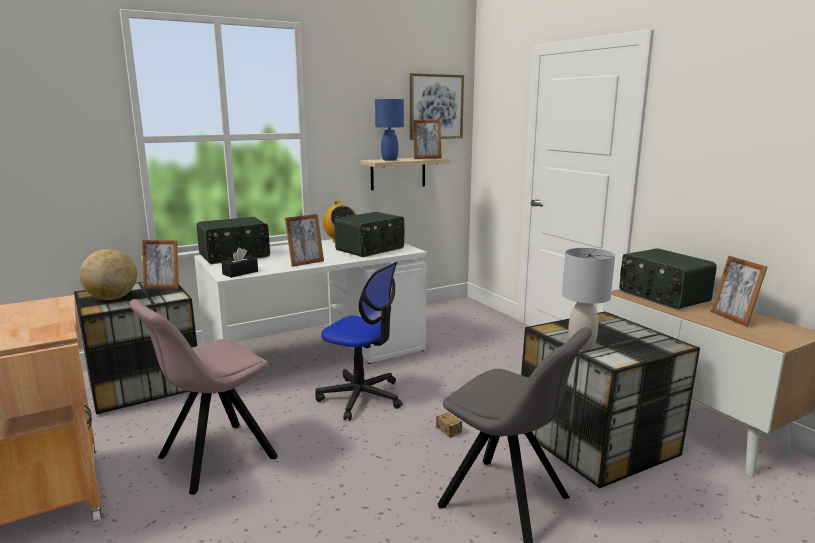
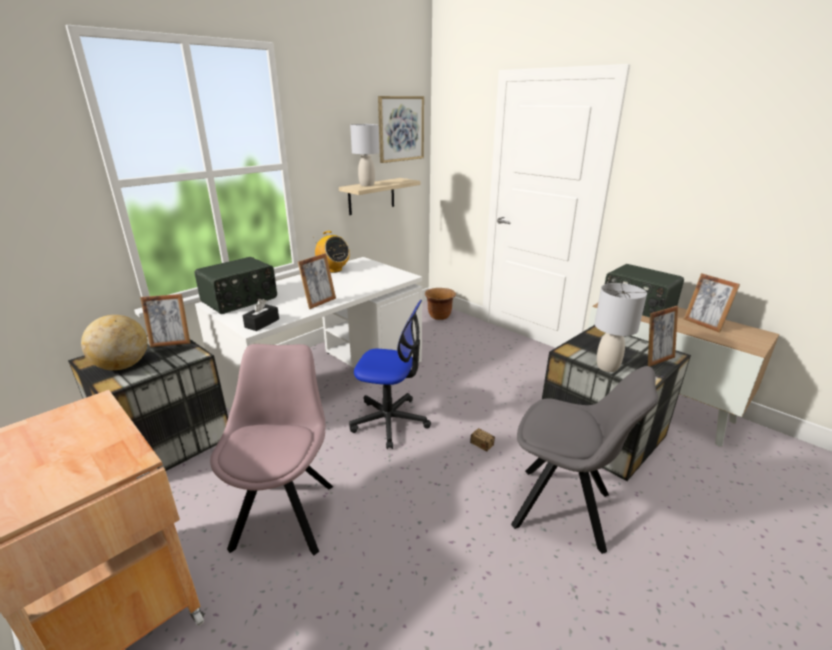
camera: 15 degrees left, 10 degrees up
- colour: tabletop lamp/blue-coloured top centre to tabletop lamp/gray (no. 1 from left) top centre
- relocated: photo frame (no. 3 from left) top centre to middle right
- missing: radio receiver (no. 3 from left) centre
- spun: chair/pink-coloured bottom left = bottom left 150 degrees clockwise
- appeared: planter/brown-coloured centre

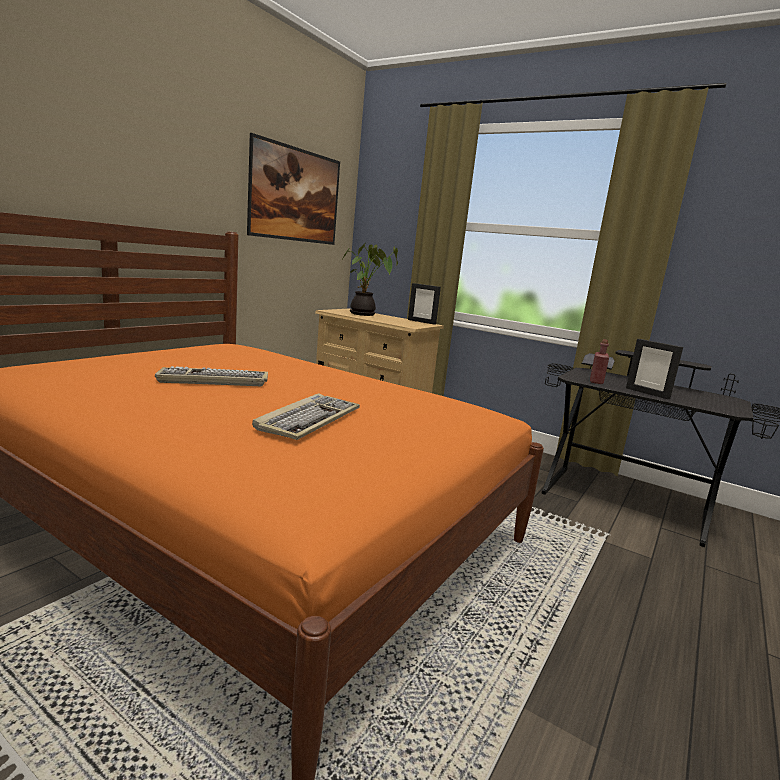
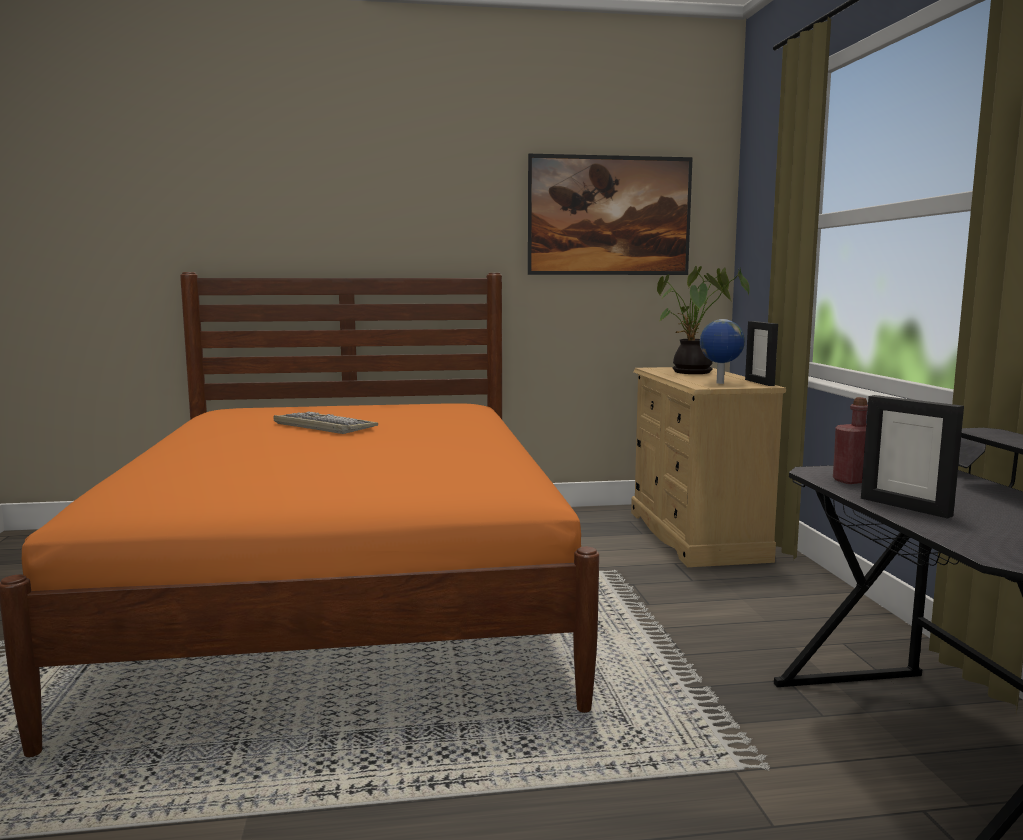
camera: 50 degrees right, 5 degrees down
- spun: photo frame (no. 2 from left) middle right = middle right 45 degrees counterclockwise
- missing: keyboard (no. 2 from left) centre
- appeared: desk globe middle right

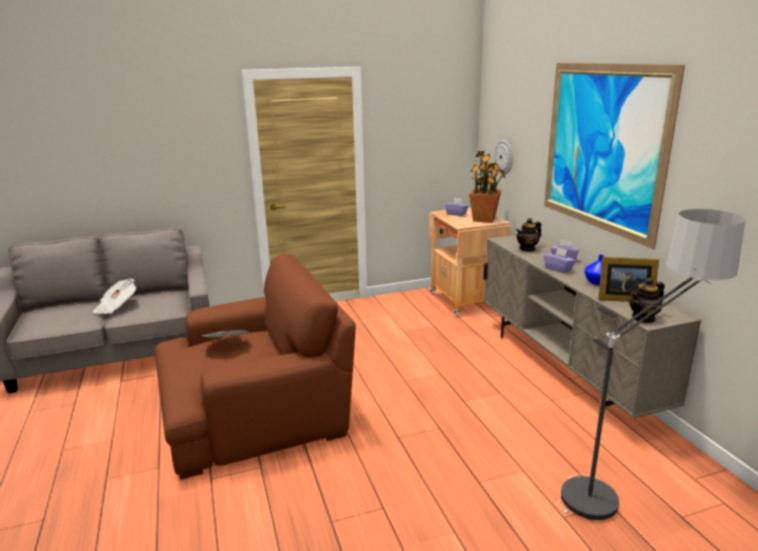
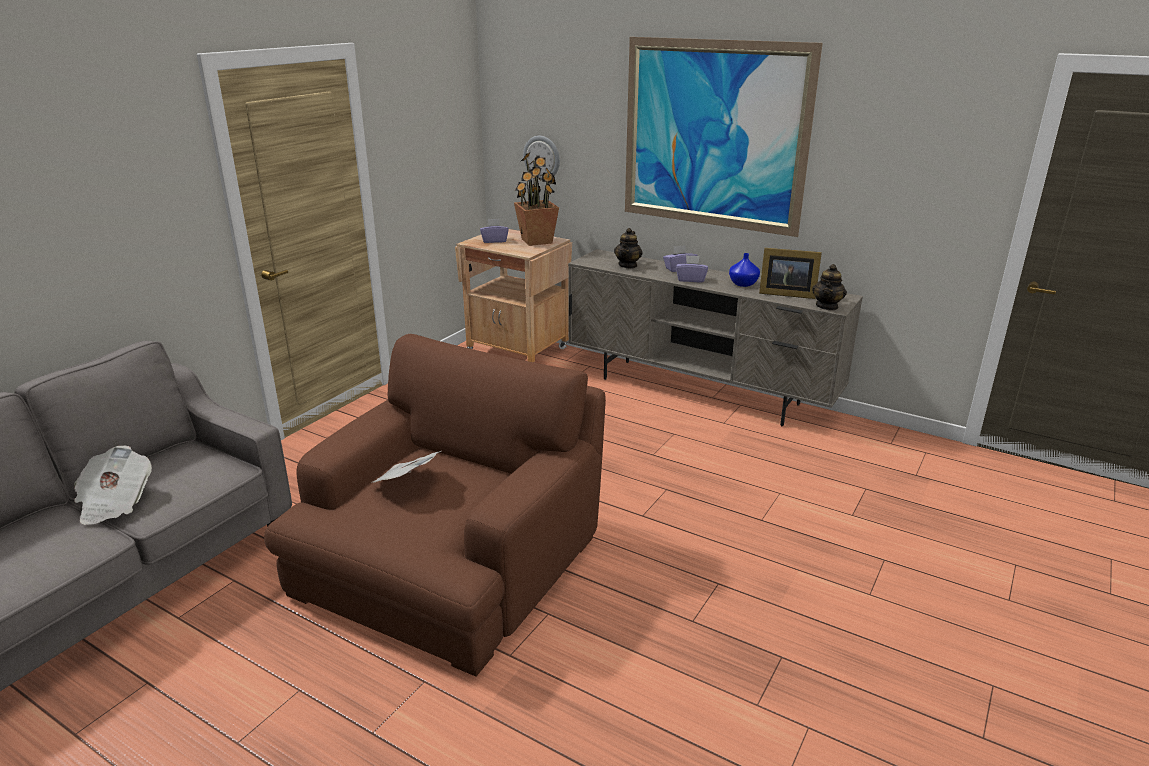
camera: 40 degrees left, 5 degrees up
- missing: standard lamp middle right
- spun: photo frame middle right = middle right 45 degrees clockwise

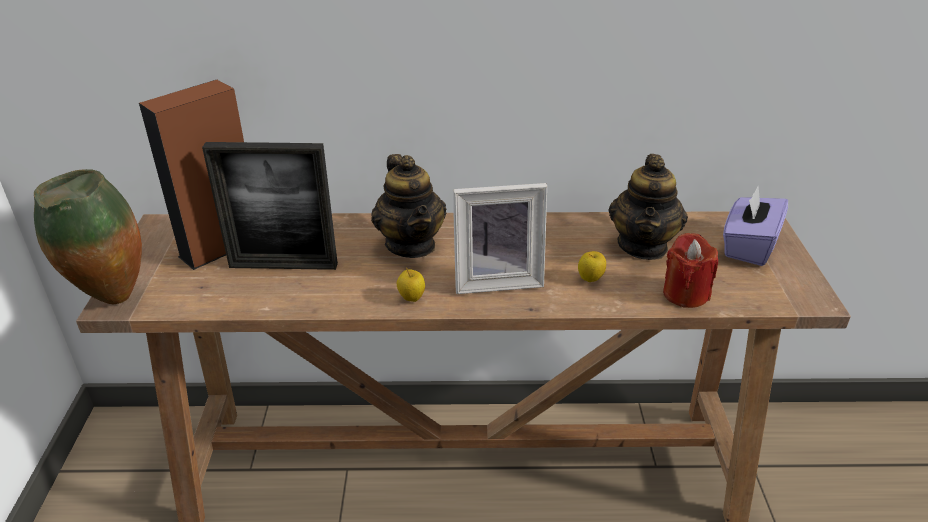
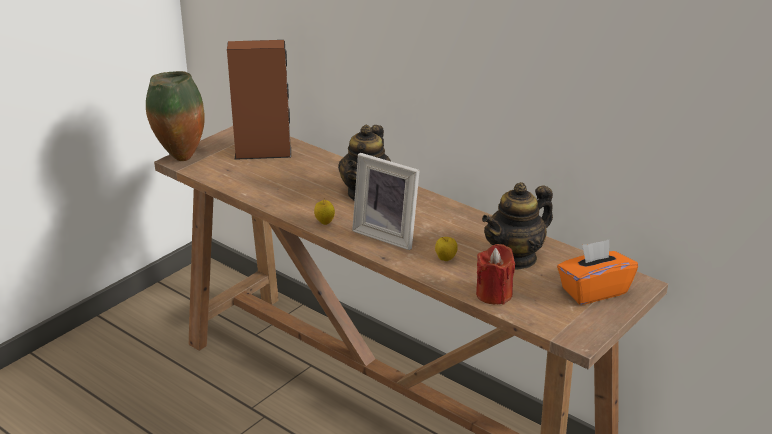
camera: 40 degrees right, 5 degrees down
- missing: photo frame (no. 1 from left) middle left
- colour: tissue box/purple middle right to tissue box/orange middle right

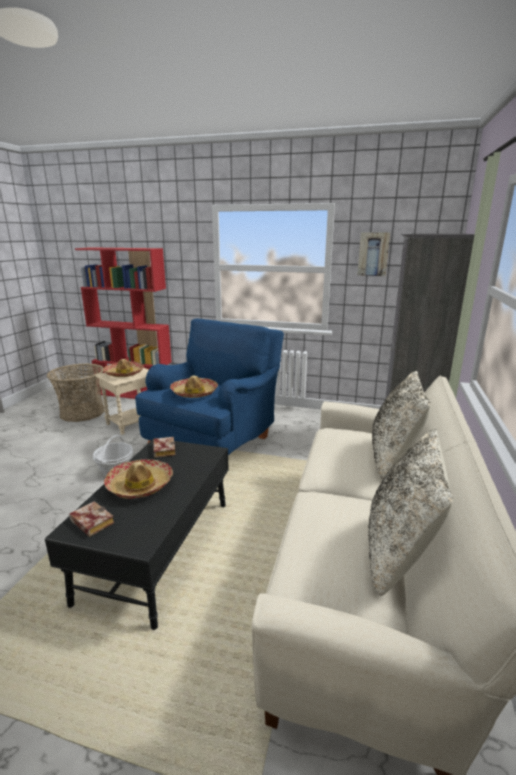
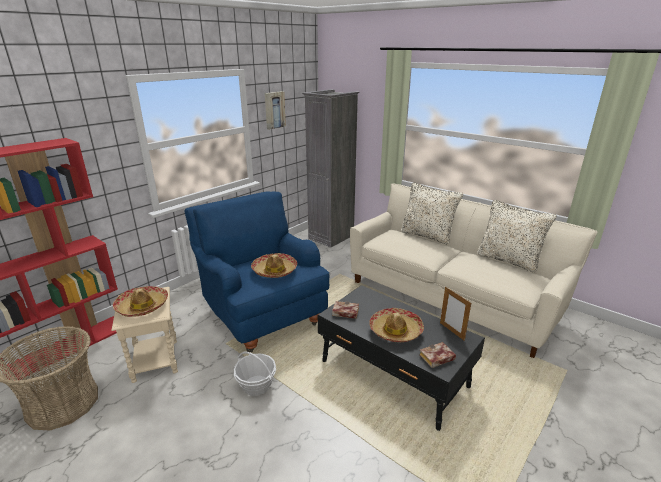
camera: 65 degrees left, 5 degrees up
- appeared: photo frame middle right

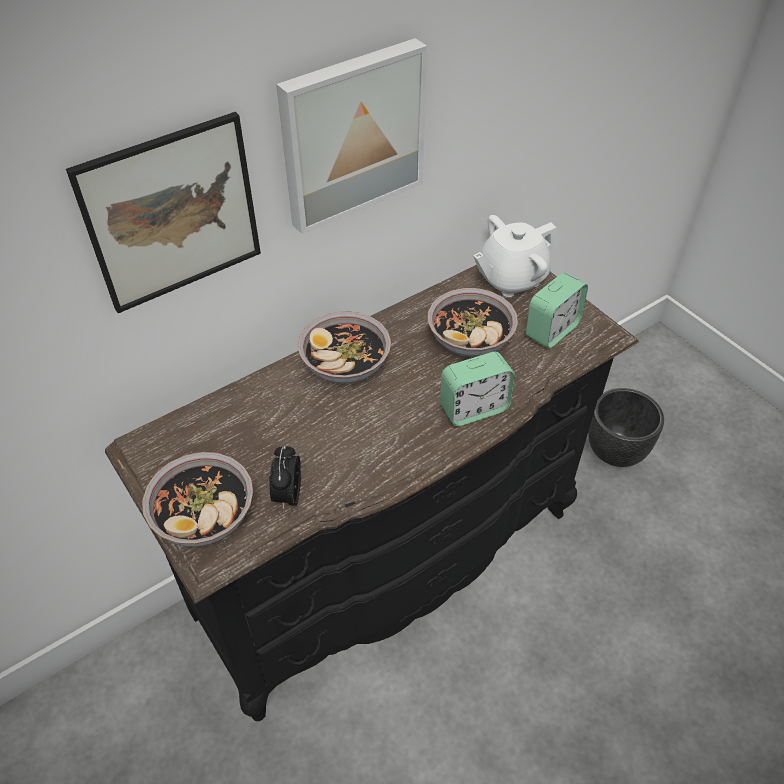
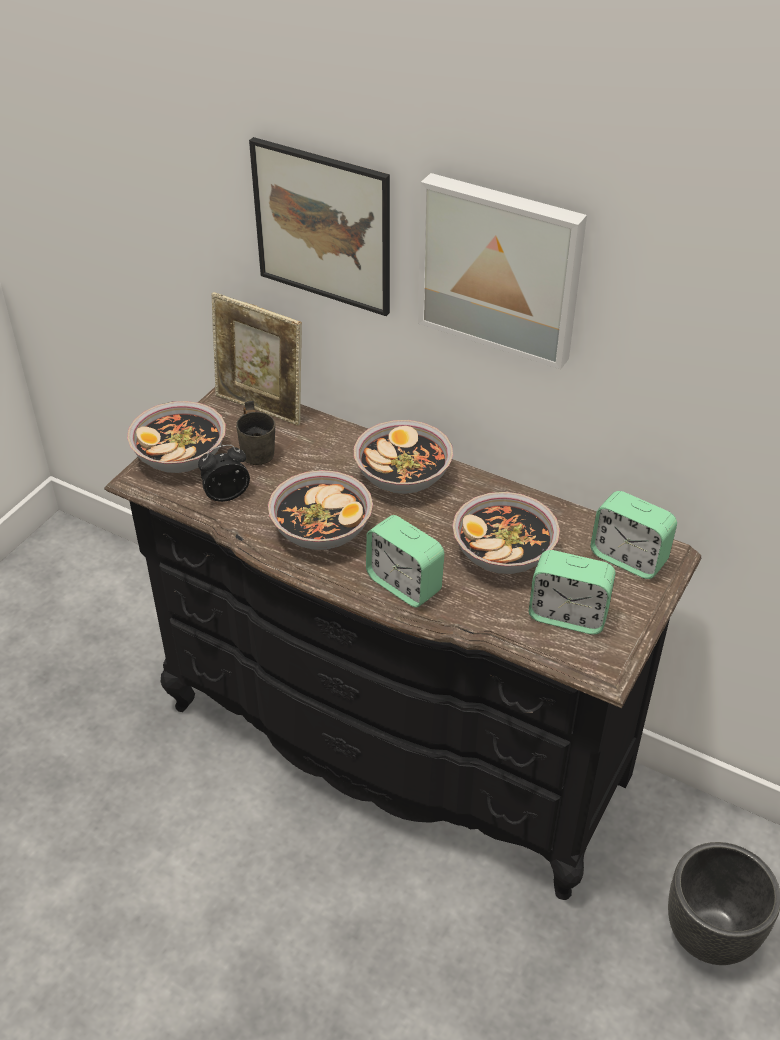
camera: 65 degrees right, 5 degrees down
- exchanged: tea pot/white top centre to table clock (no. 4 from left) middle right
- appeared: photo frame middle left
- appeared: mug/gray middle left
- appeared: bowl (no. 2 from left) centre

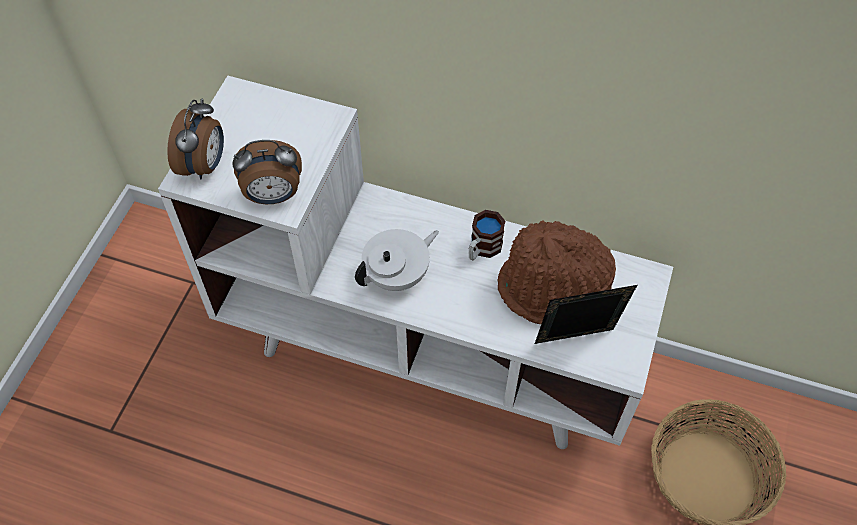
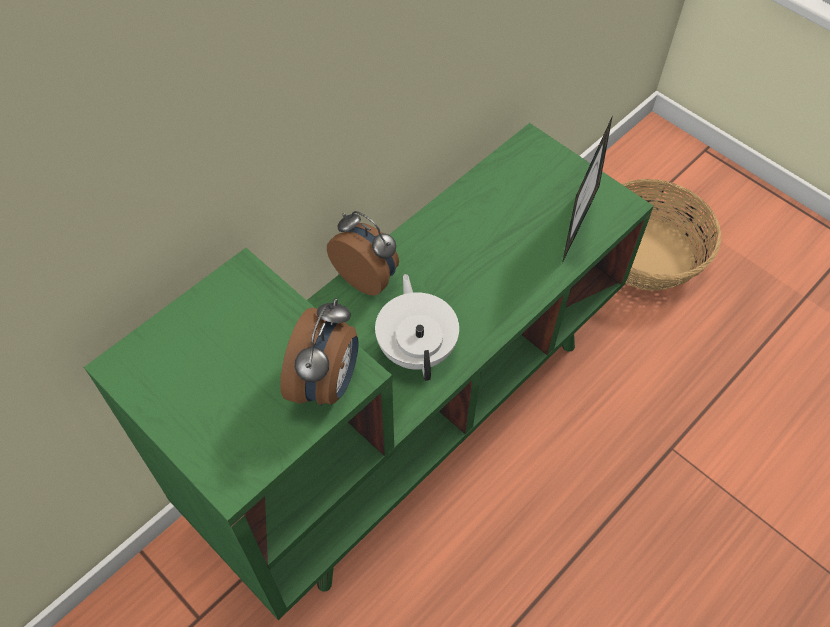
camera: 65 degrees left, 0 degrees up
- colour: tv stand/white centre to tv stand/green centre
- relocated: table clock (no. 1 from left in the first image) top left to table clock (no. 2 from left) centre
- missing: mug centre
- missing: clothing hat/brown-coloured centre

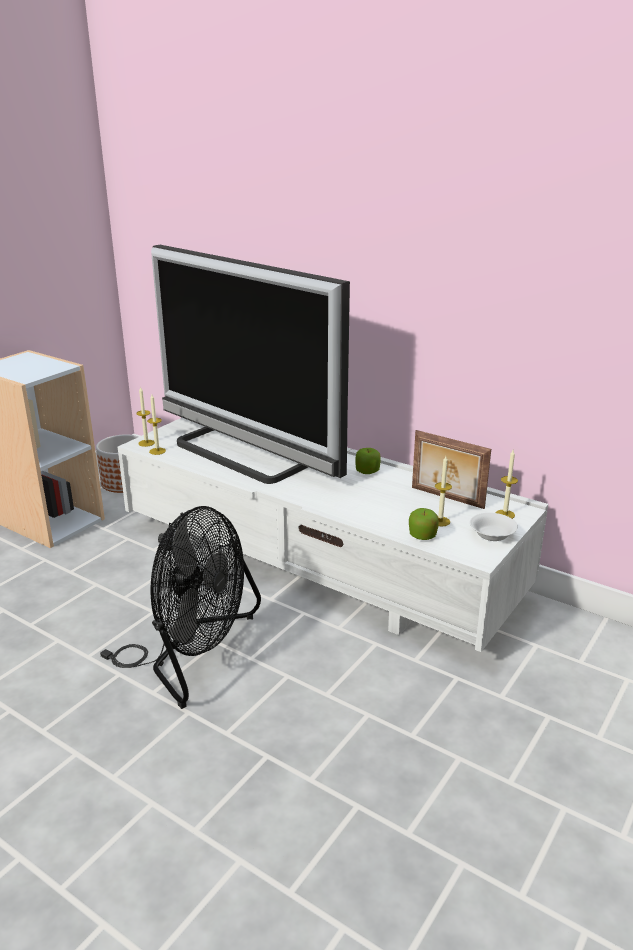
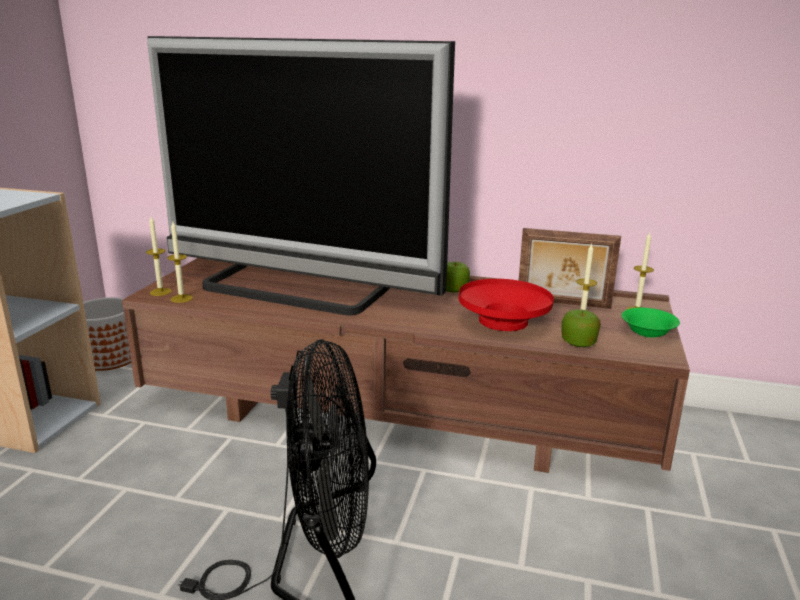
camera: 20 degrees left, 5 degrees down
- colour: tv stand/white centre to tv stand/brown-coloured centre
- colour: bowl/white middle right to bowl/green middle right
- appeared: bowl/reddish centre

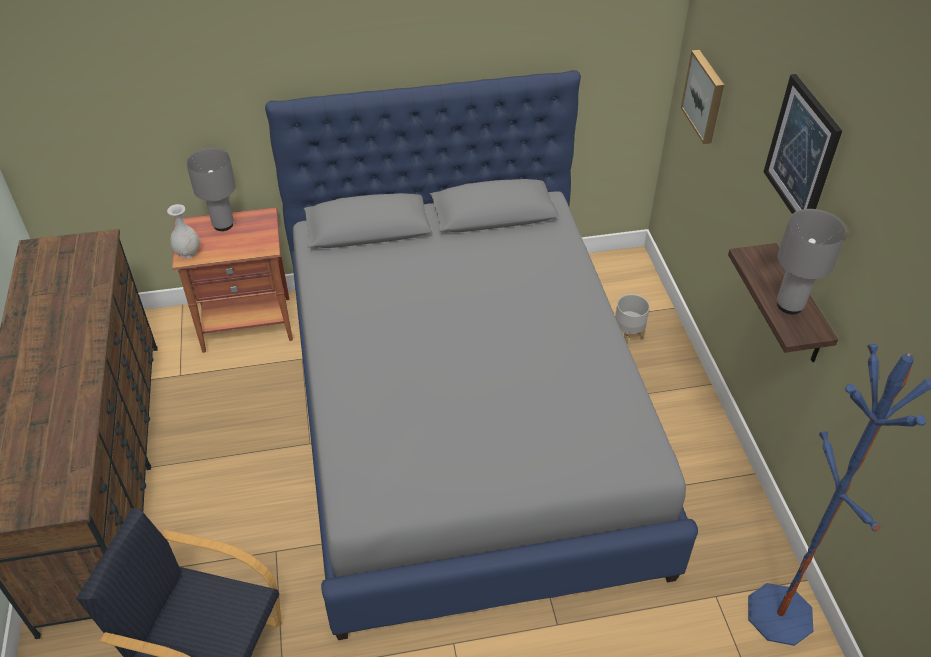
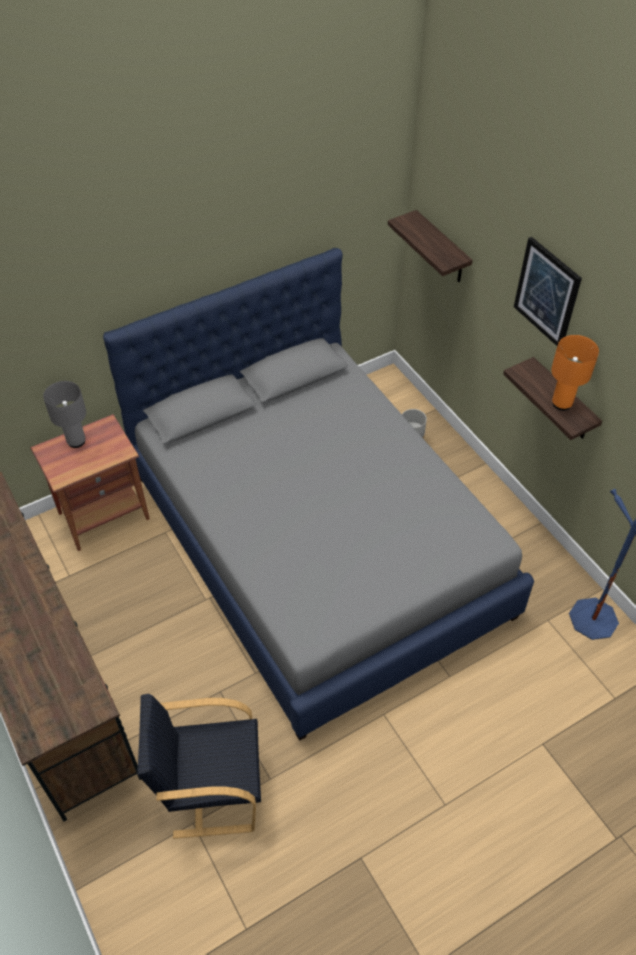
camera: 20 degrees left, 5 degrees up
- exchanged: wall picture (no. 1 from left) top right to wall shelf (no. 1 from left) top right
- missing: vase/white middle left
- colour: tabletop lamp/gray (no. 2 from left) middle right to tabletop lamp/orange middle right

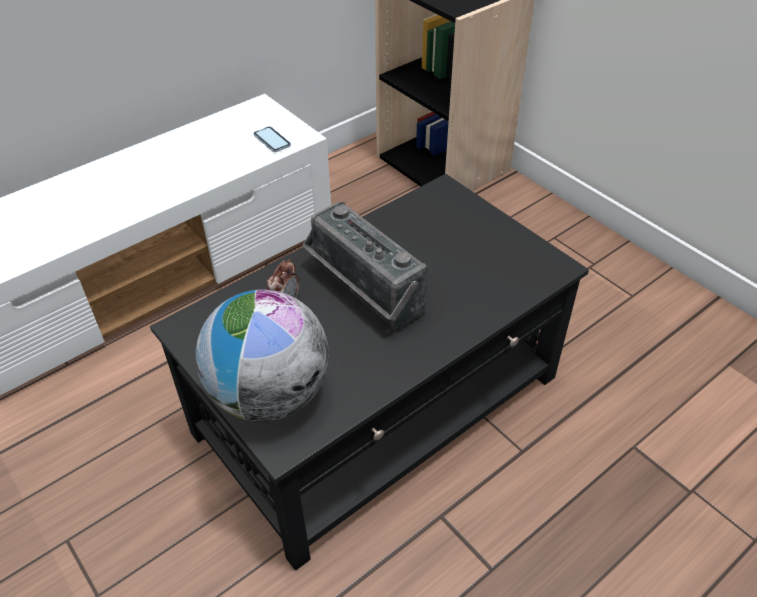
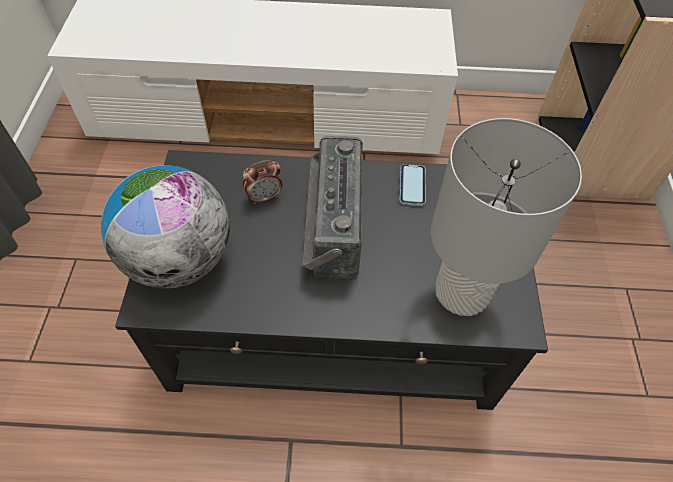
camera: 40 degrees right, 10 degrees up
- relocated: telephone top centre to centre
- appeared: tabletop lamp/gray middle right

